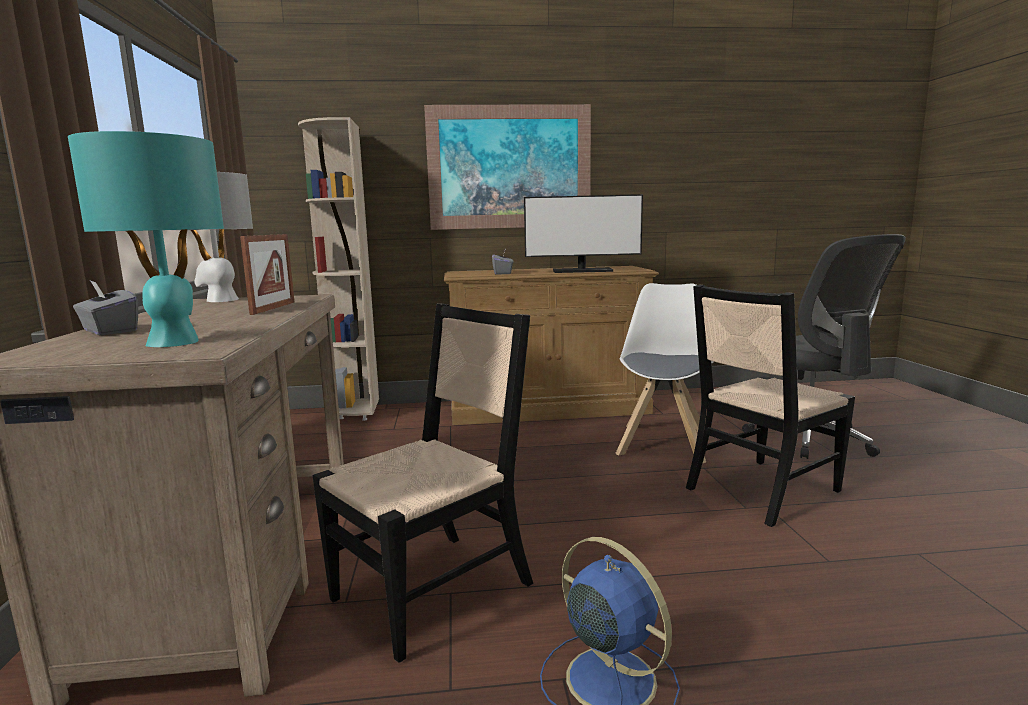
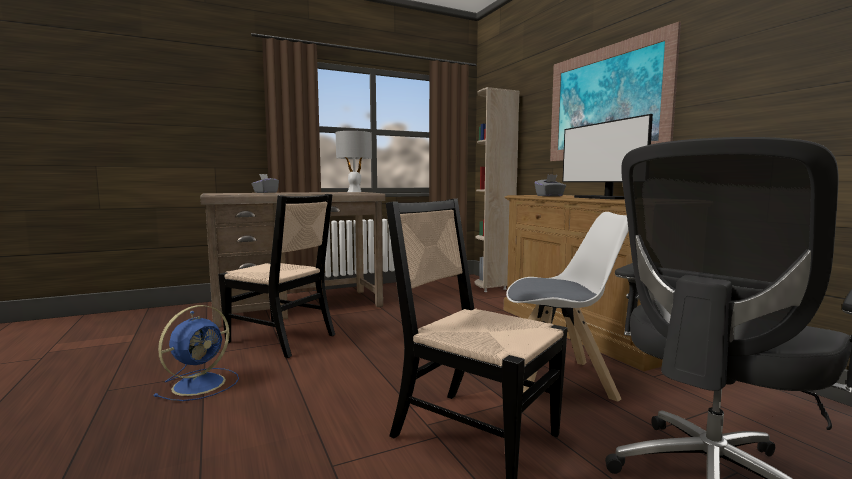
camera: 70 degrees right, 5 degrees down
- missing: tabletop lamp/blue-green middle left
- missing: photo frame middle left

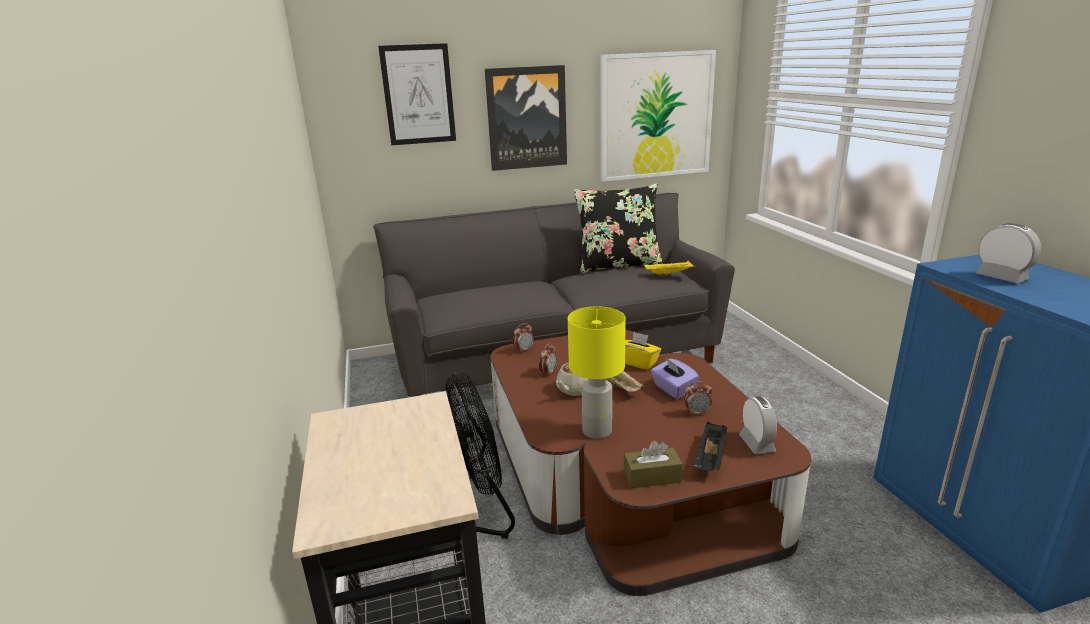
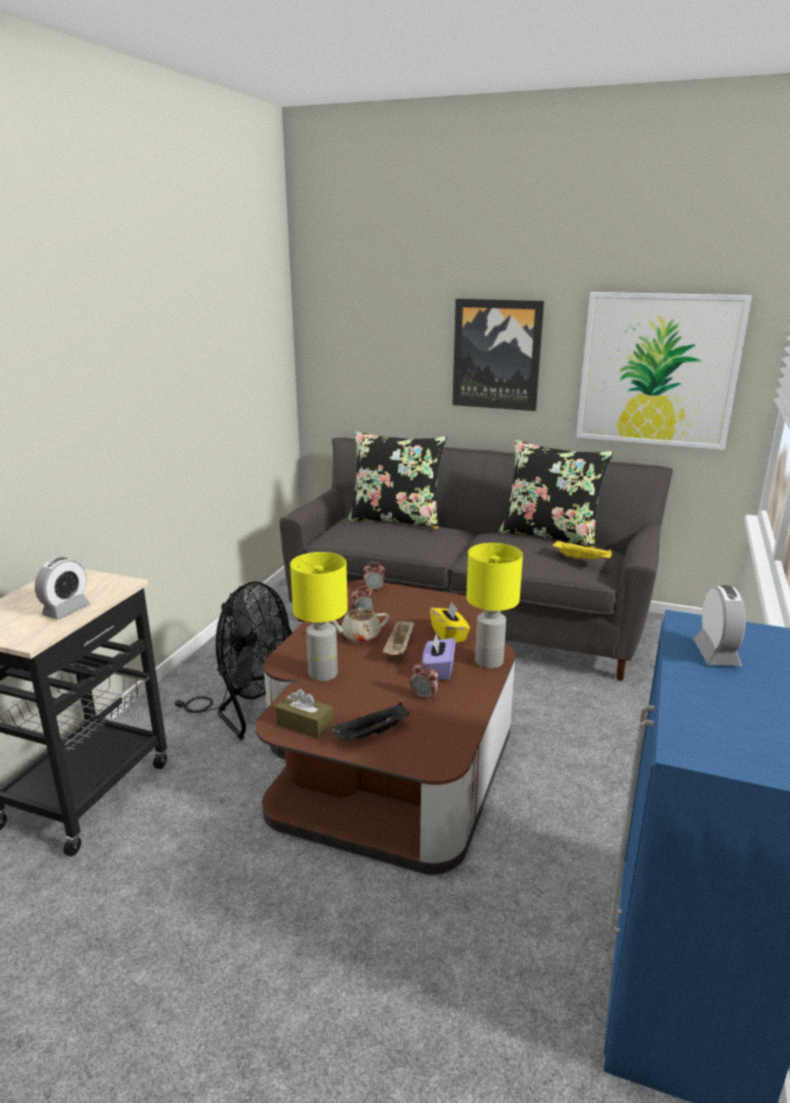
camera: 35 degrees right, 0 degrees up
- missing: wall picture (no. 1 from left) top centre
- relocated: table clock (no. 4 from left in the first image) bottom right to table clock (no. 1 from left) middle left
- appeared: cushion/black (no. 1 from left) centre
- appeared: tabletop lamp/yellow-coloured (no. 2 from left) centre

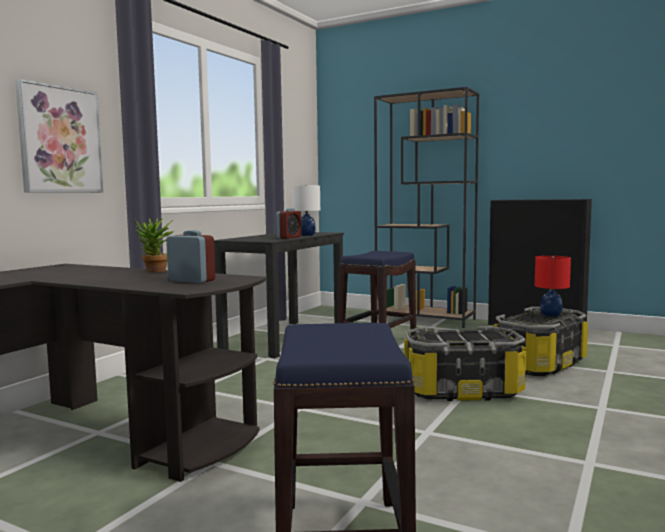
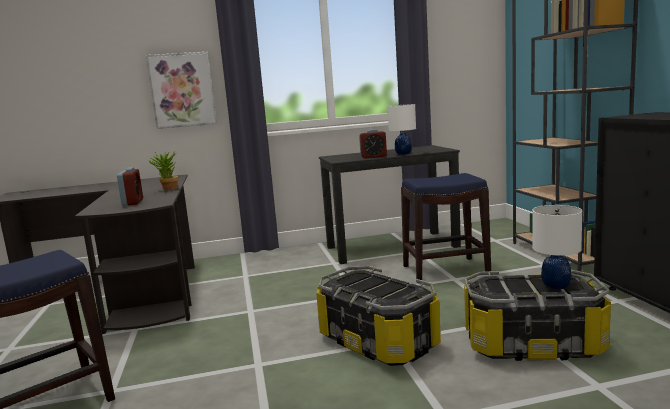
camera: 50 degrees right, 5 degrees up
- colour: tabletop lamp/reddish middle right to tabletop lamp/white (no. 2 from left) middle right

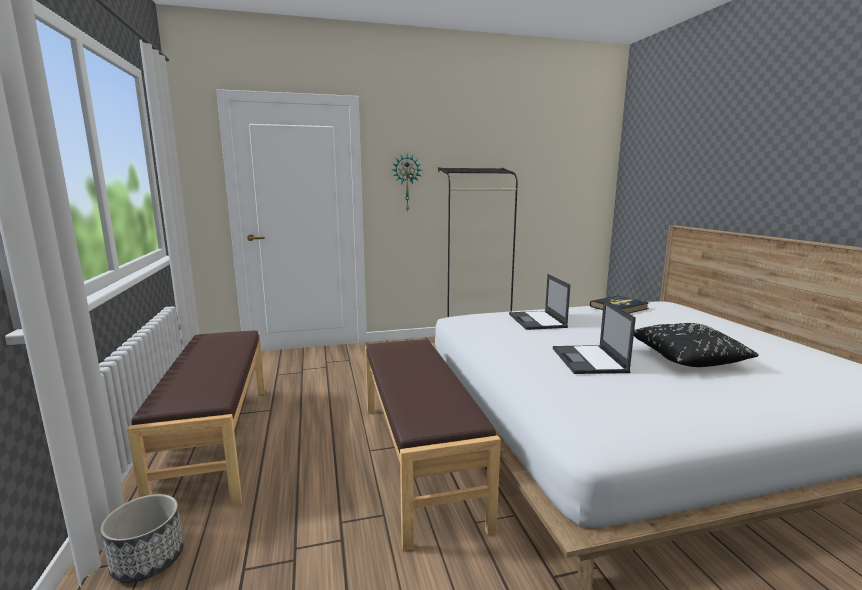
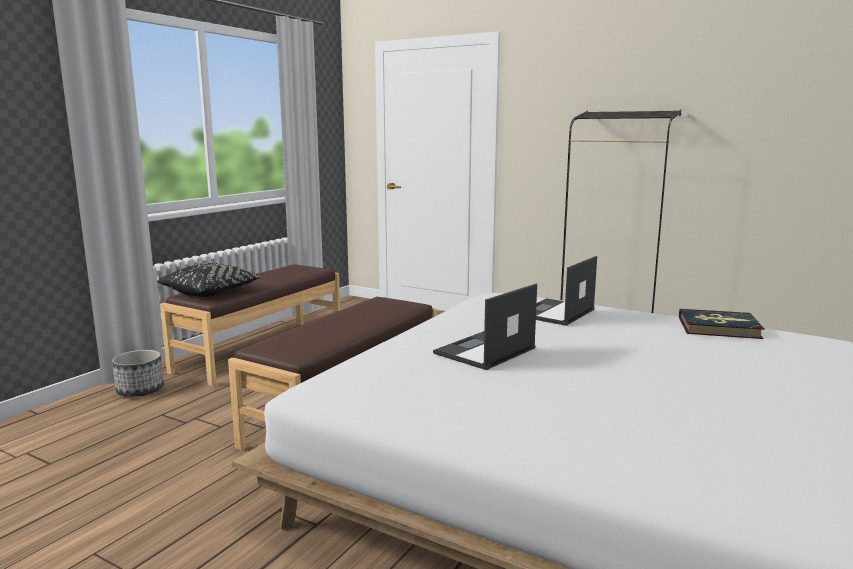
camera: 45 degrees right, 0 degrees up
- missing: wall clock top centre
- relocated: cushion/black middle right to middle left

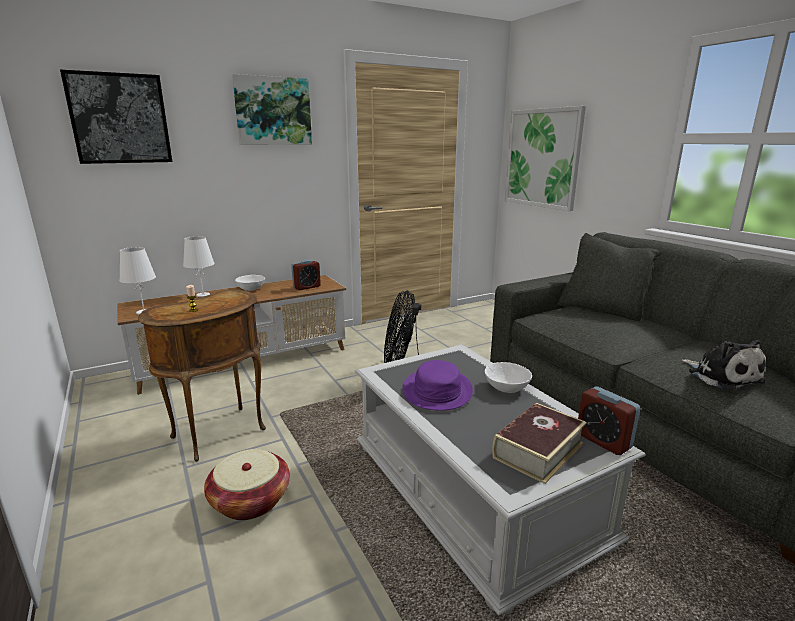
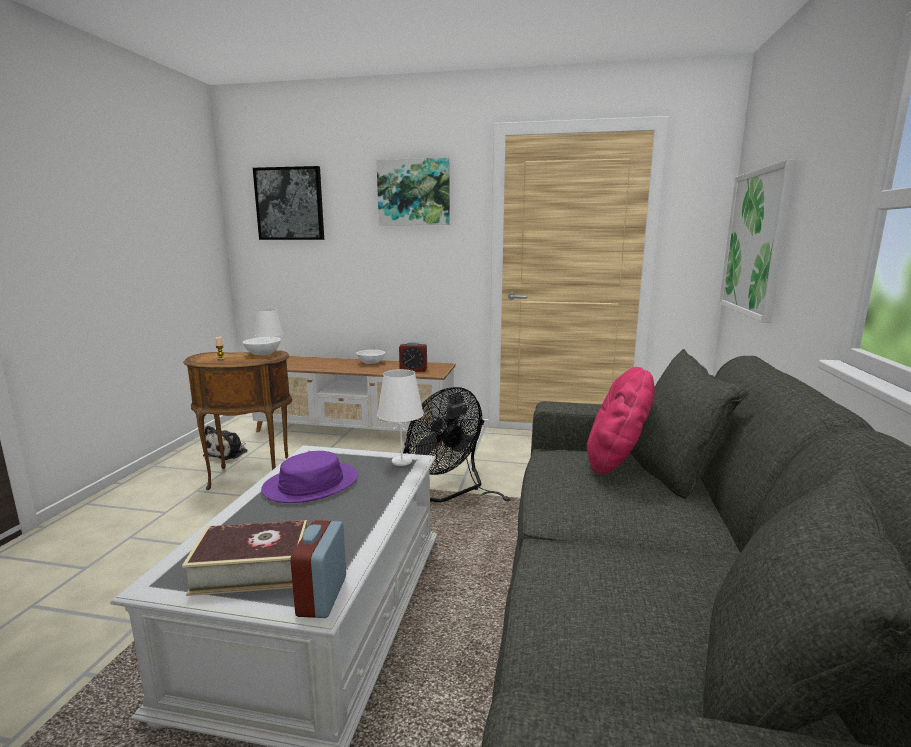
camera: 40 degrees right, 5 degrees down
- relocated: tabletop lamp/white (no. 2 from left) middle left to centre
- relocated: cuddly toy middle right to middle left
- relocated: bowl/white (no. 2 from left in the first image) centre to bowl/white (no. 1 from left) middle left
- missing: basket bottom left
- appeared: cushion/pink-coloured middle right

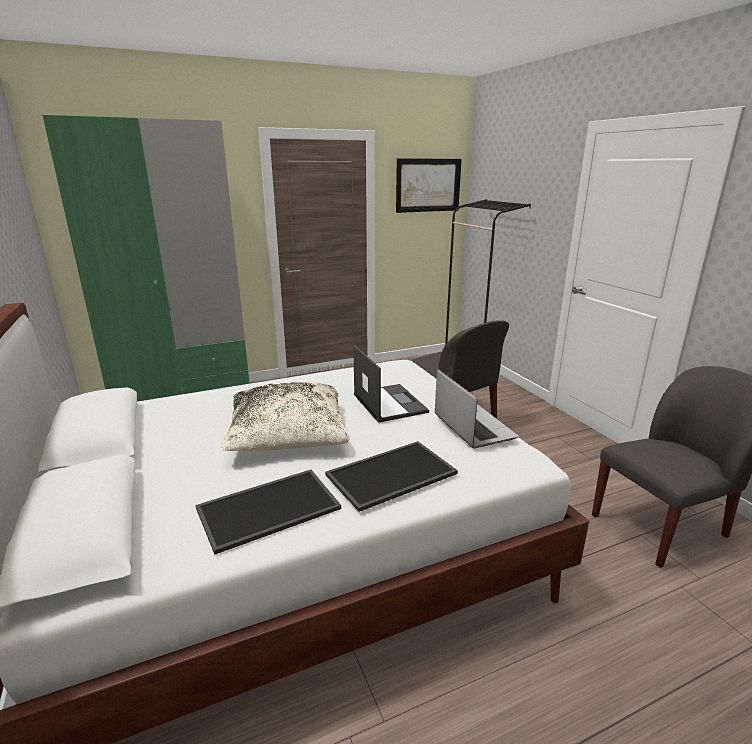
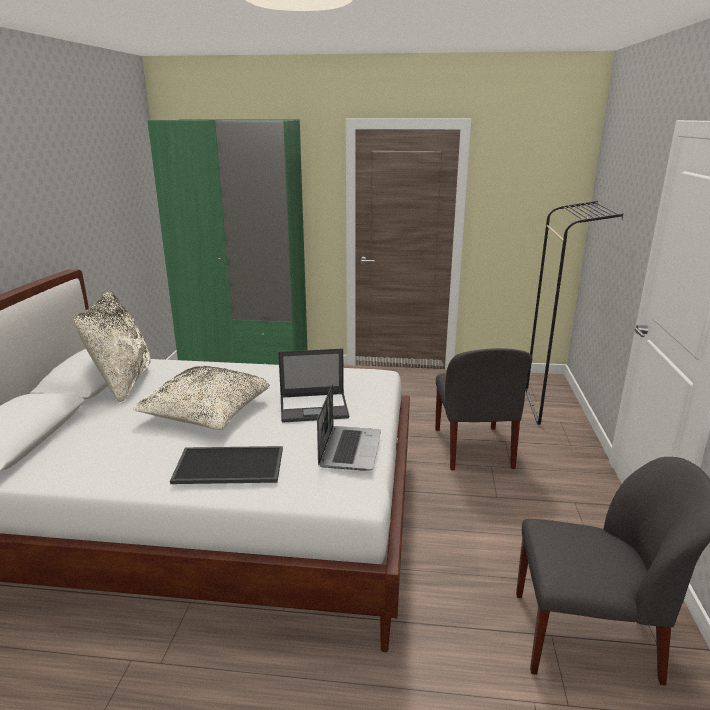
camera: 30 degrees right, 0 degrees up
- missing: wall picture top centre
- spun: notebook computer (no. 1 from left) centre = centre 75 degrees clockwise
- missing: tray (no. 1 from left) bottom centre
- appeared: cushion/sand-coloured (no. 1 from left) middle left

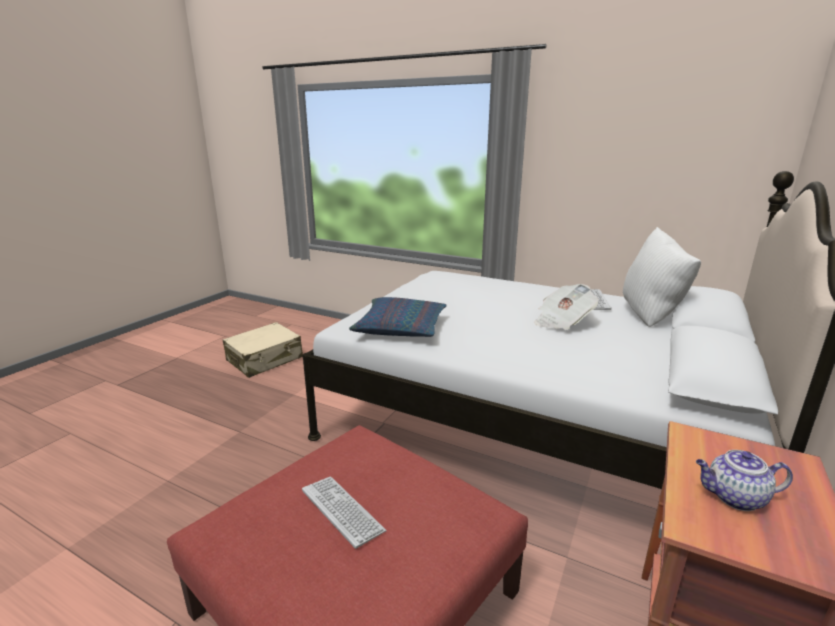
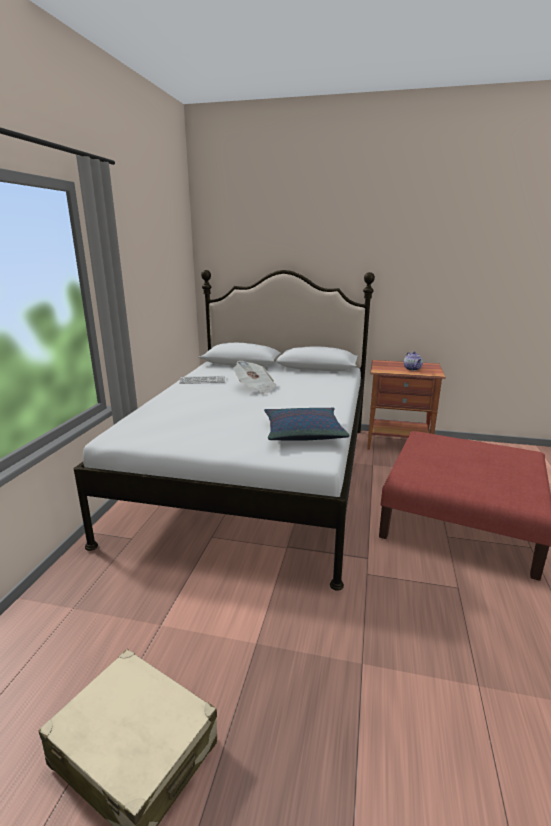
camera: 105 degrees left, 0 degrees up
- missing: cushion/white middle right
- missing: keyboard (no. 1 from left) bottom centre

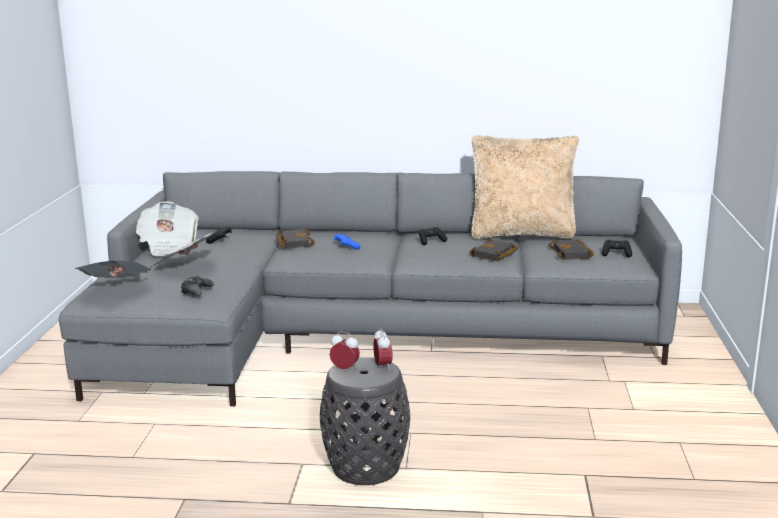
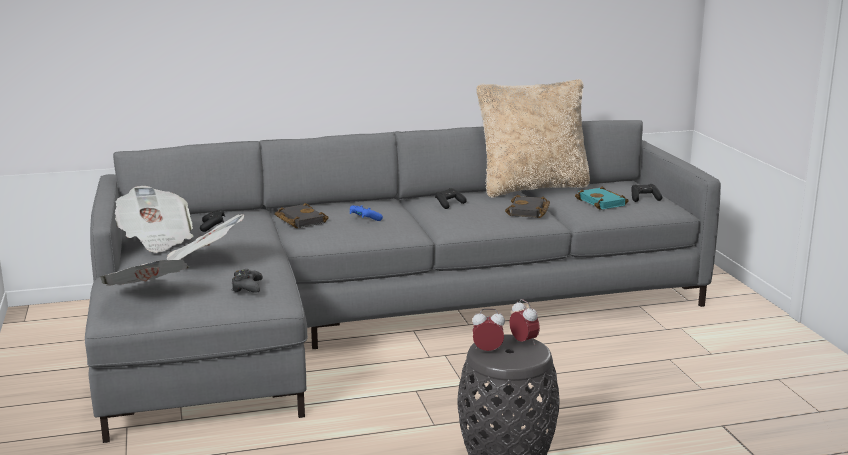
camera: 20 degrees left, 0 degrees up
- colour: volume/black (no. 3 from left) middle right to volume/blue-green middle right

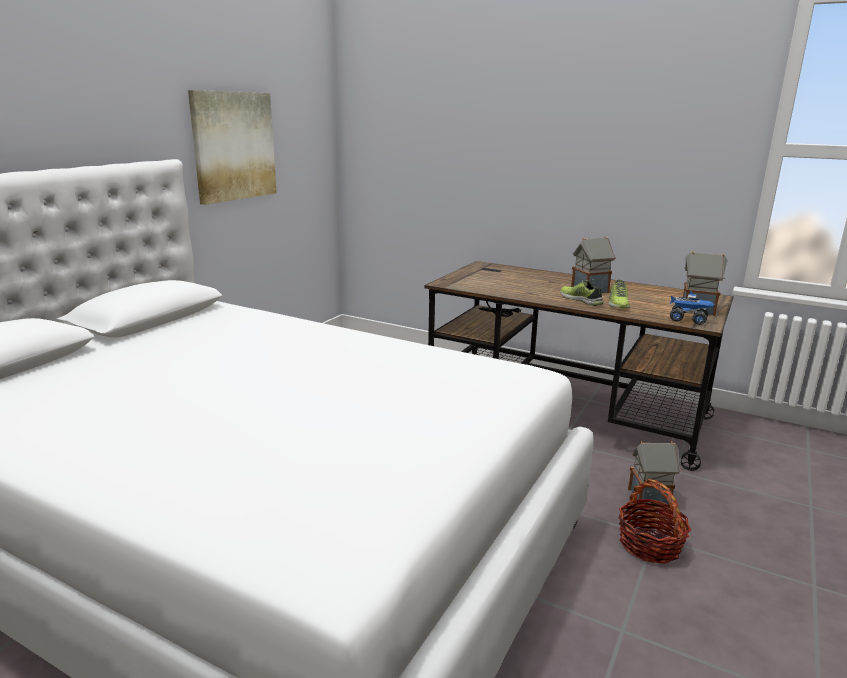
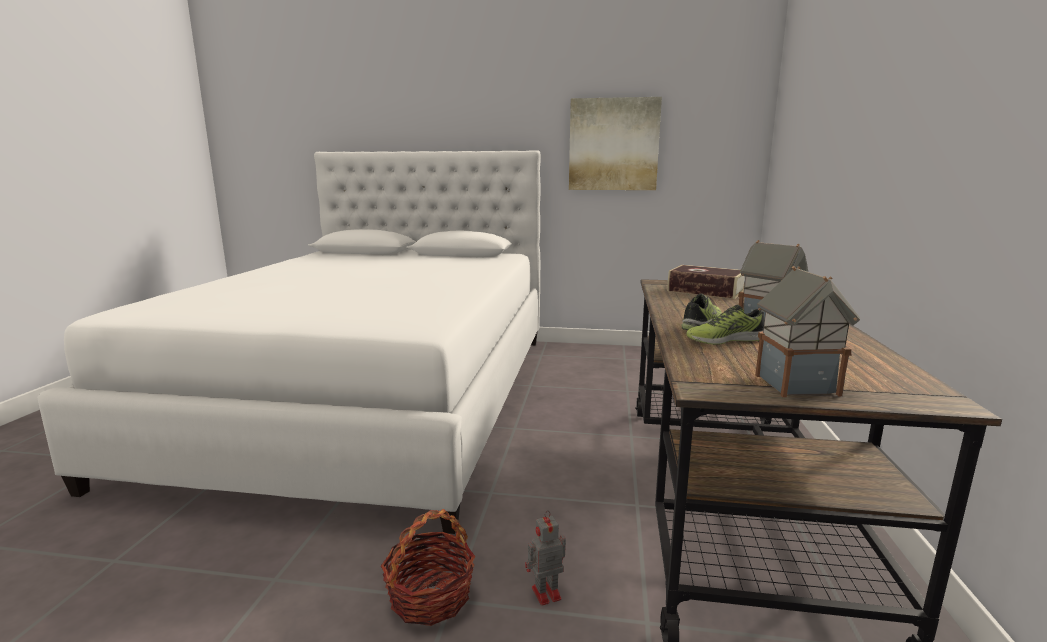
camera: 70 degrees right, 5 degrees down
- missing: model truck middle right
- exchanged: toy house (no. 2 from left) bottom right to toy robot bottom centre
- appeared: volume middle right

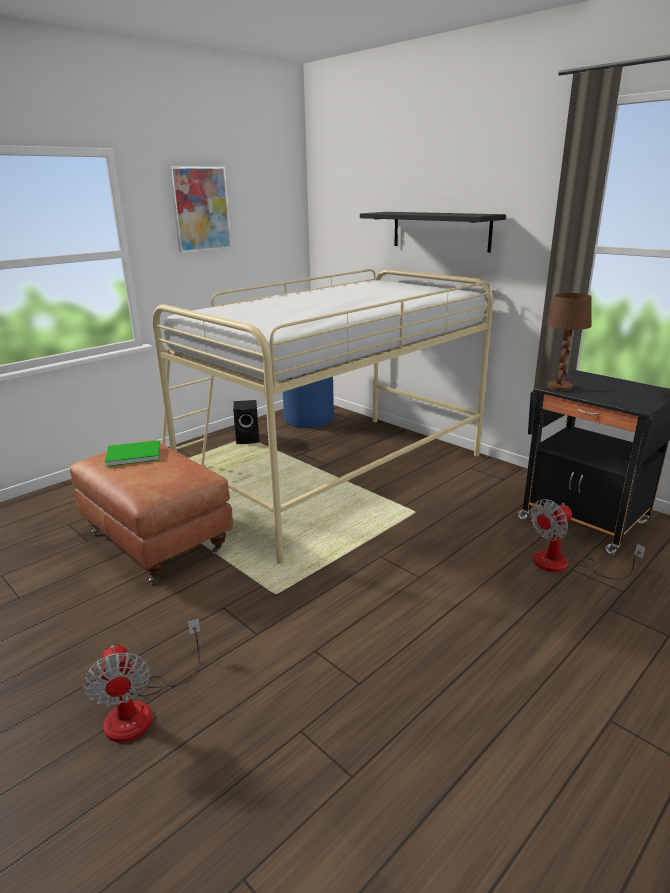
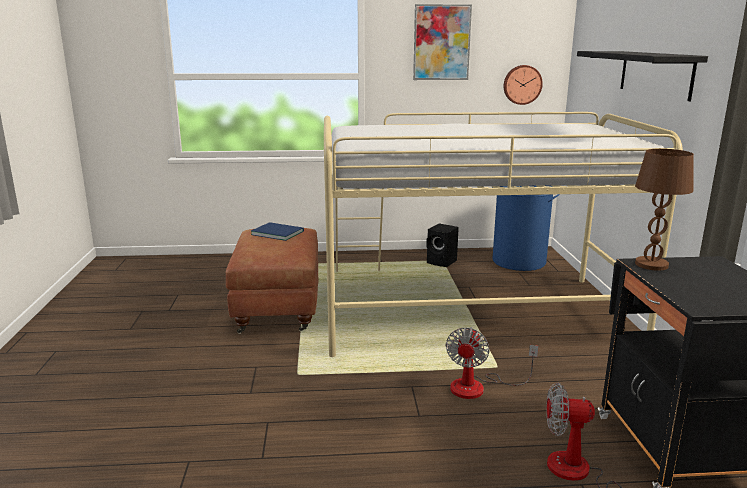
camera: 40 degrees right, 5 degrees down
- colour: volume/green middle left to volume/blue-coloured centre
- relocated: electric fan (no. 1 from left) bottom left to bottom centre
- appeared: wall clock top right

